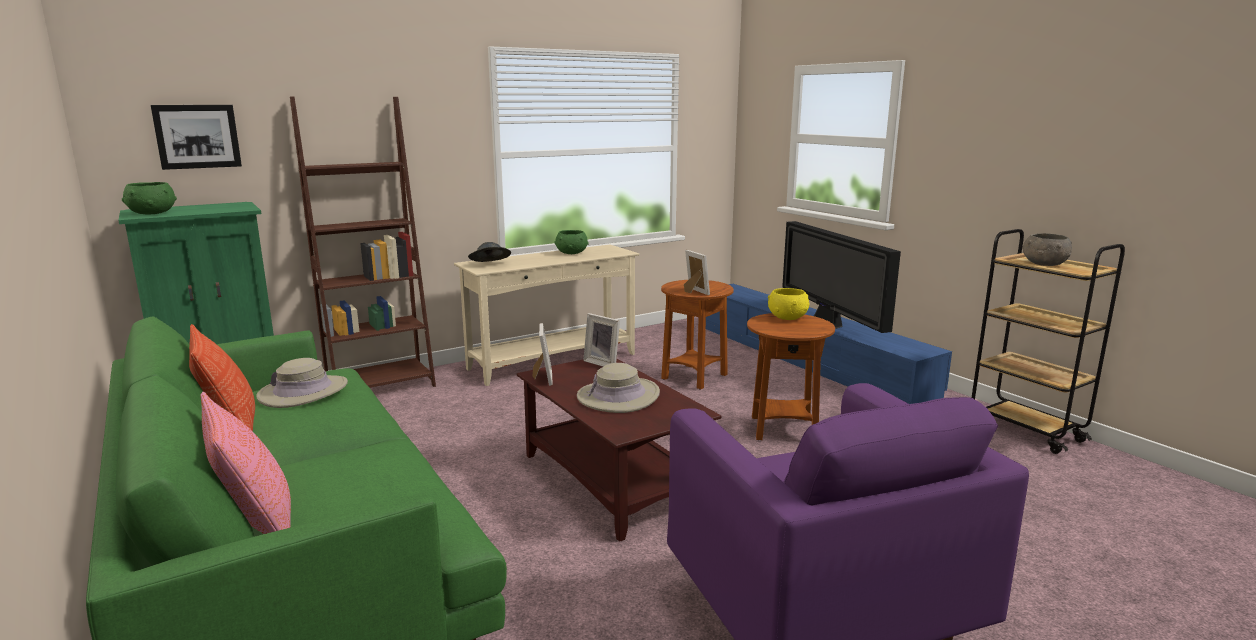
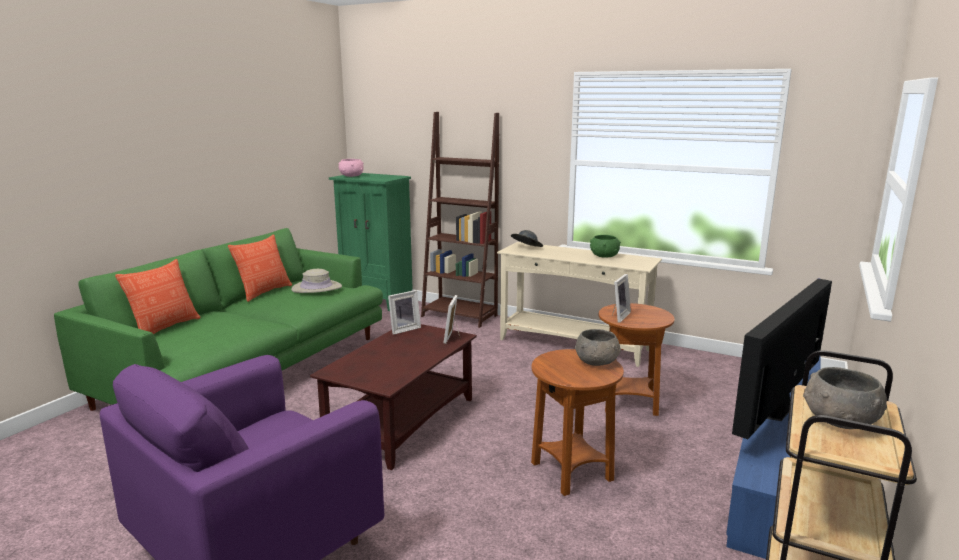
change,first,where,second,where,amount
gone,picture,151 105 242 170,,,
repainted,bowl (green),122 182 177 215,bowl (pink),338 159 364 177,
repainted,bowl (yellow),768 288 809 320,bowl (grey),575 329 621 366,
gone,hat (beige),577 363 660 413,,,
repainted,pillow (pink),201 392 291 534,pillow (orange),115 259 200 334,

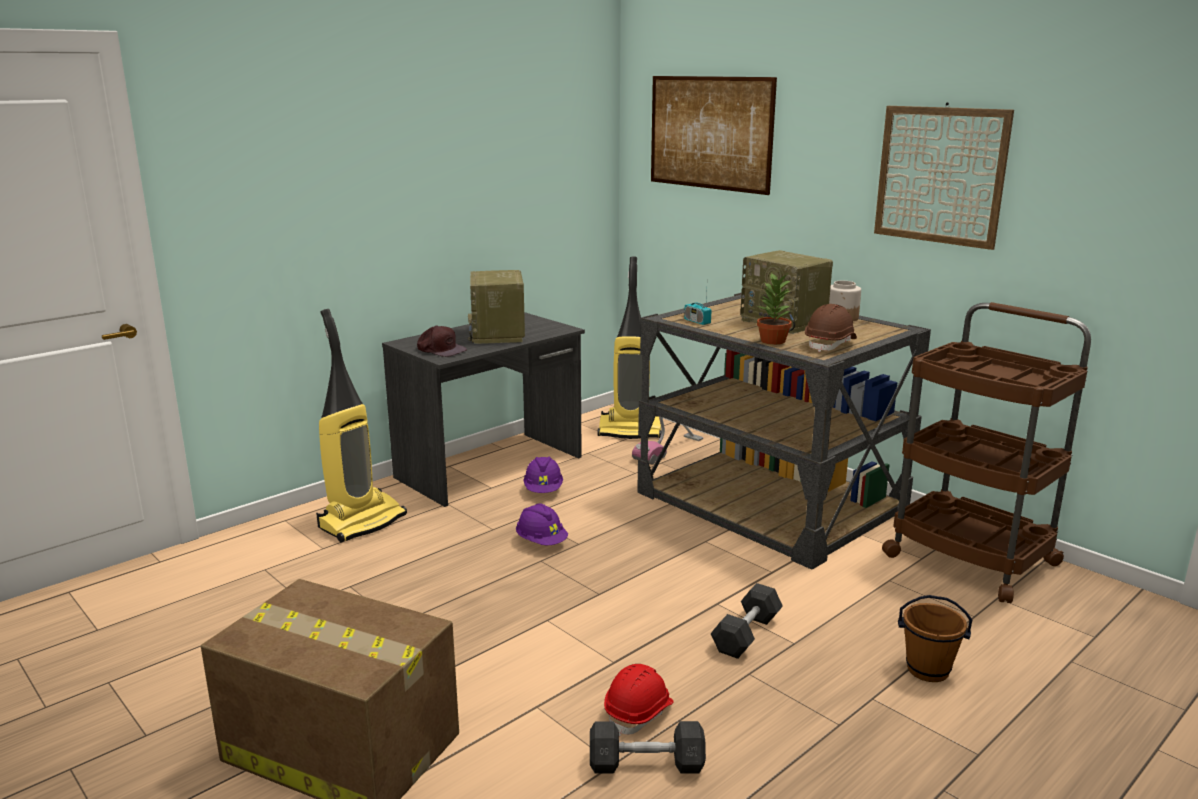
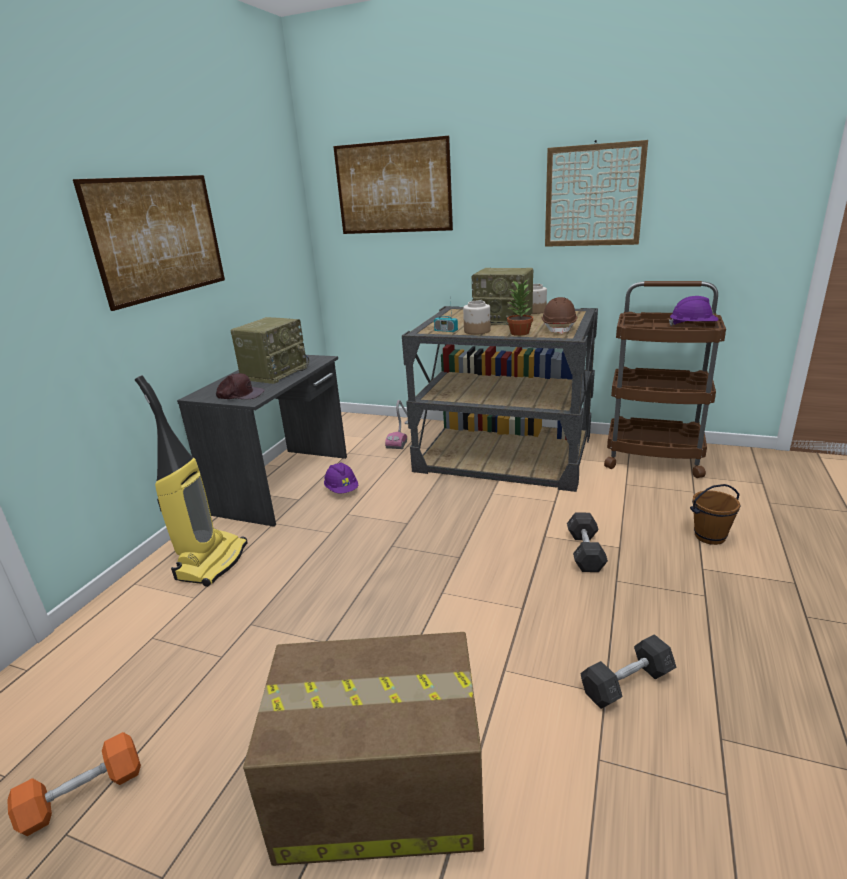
change,first,where,second,where,amount
gone,vacuum cleaner,597 256 662 439,,,
rotated,radio,468 270 525 344,,231 317 309 384,120 degrees counterclockwise
shifted,hard hat (purple),516 504 568 545,,669 296 719 326,
gone,hard hat (red),604 664 674 736,,,
new,,,picture,73 175 225 311,
new,,,jar,463 301 491 335,
new,,,dumbbell (orange),7 732 141 836,

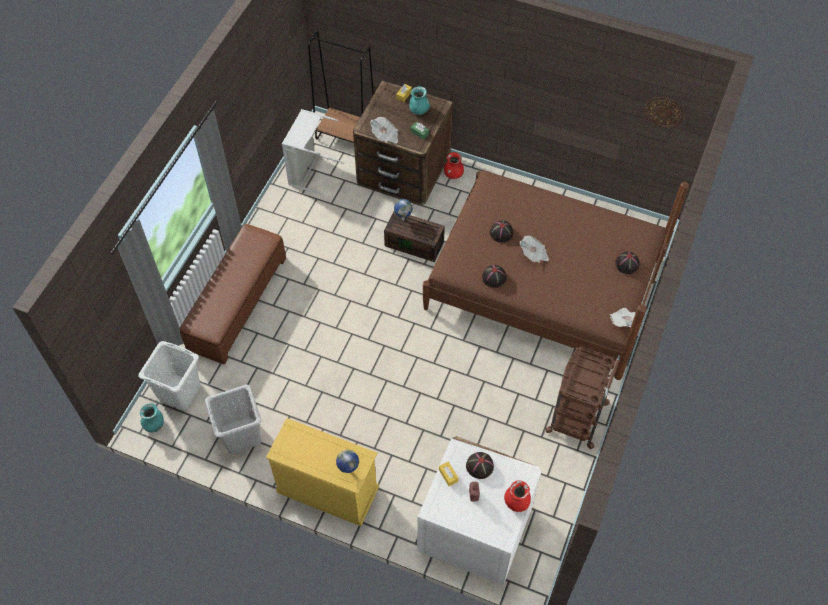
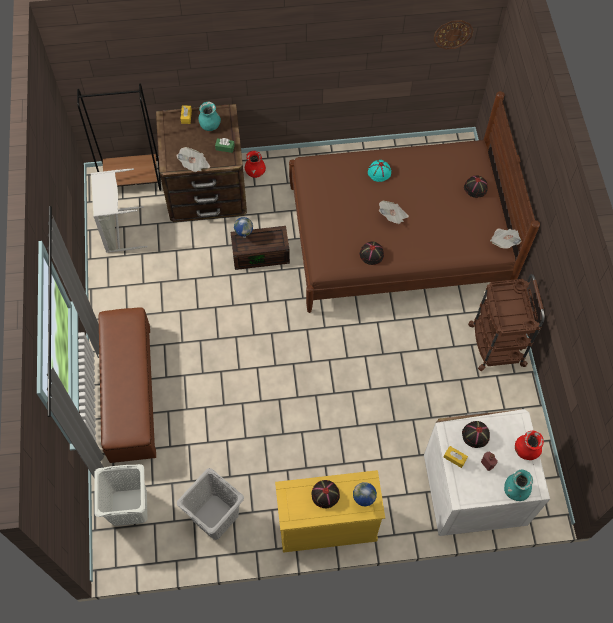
change,first,where,second,where,amount
shifted,hat (black),490 220 513 243,,312 480 340 508,
shifted,vase (turquoise),140 403 164 432,,504 469 533 501,
new,,,hat (turquoise),368 160 391 182,

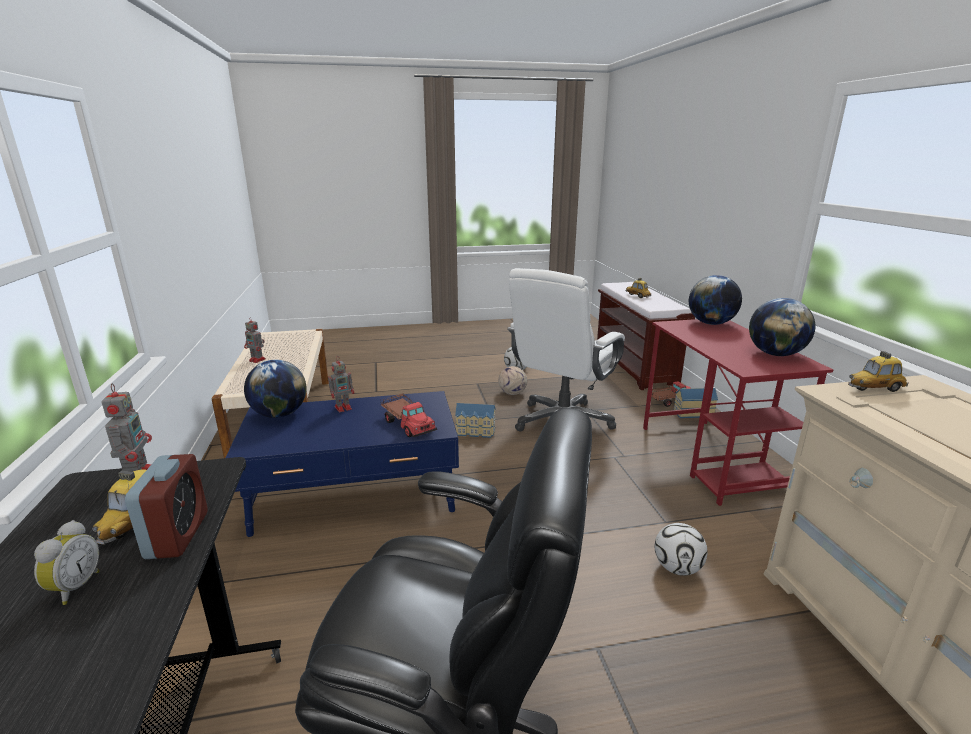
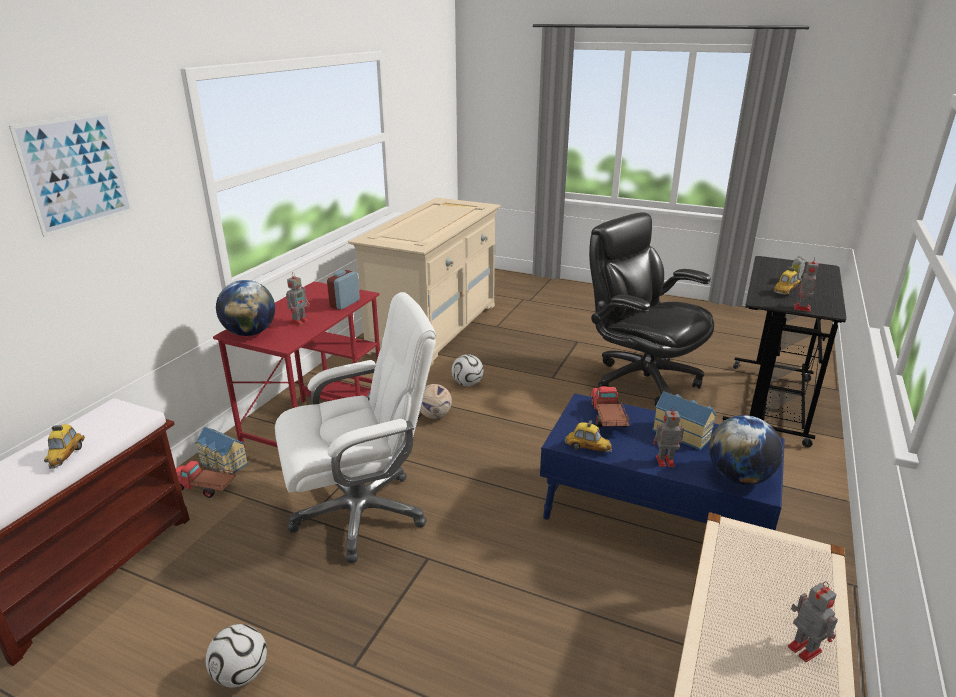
change,first,where,second,where,amount
gone,globe,749 298 816 356,,,
shifted,toy car,848 351 909 392,,565 420 612 453,
shifted,football,498 366 527 395,,420 384 452 419,
shifted,toy house,455 403 496 438,,652 391 716 450,
shifted,alarm clock,125 454 208 559,,327 270 360 310,
new,,,picture,9 111 133 237,
new,,,toy robot,286 272 310 326,

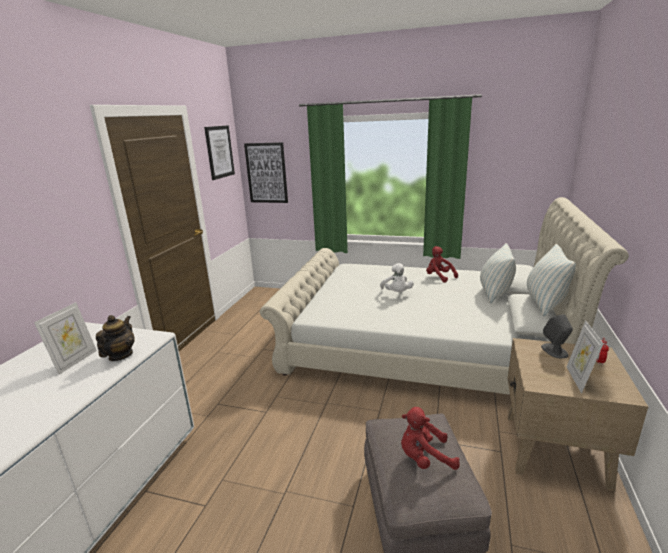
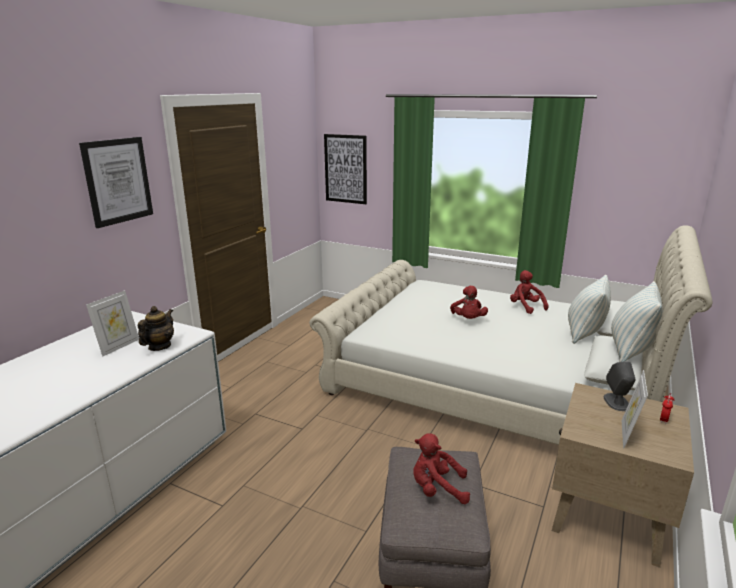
change,first,where,second,where,amount
shifted,picture,204 125 235 180,,79 137 153 228,
repainted,plush toy (white),380 263 414 292,plush toy (red),450 286 488 319,

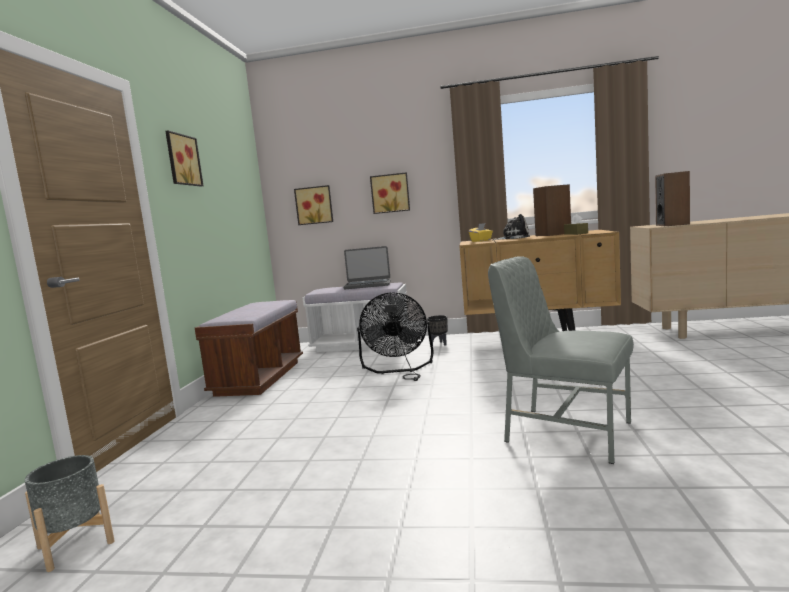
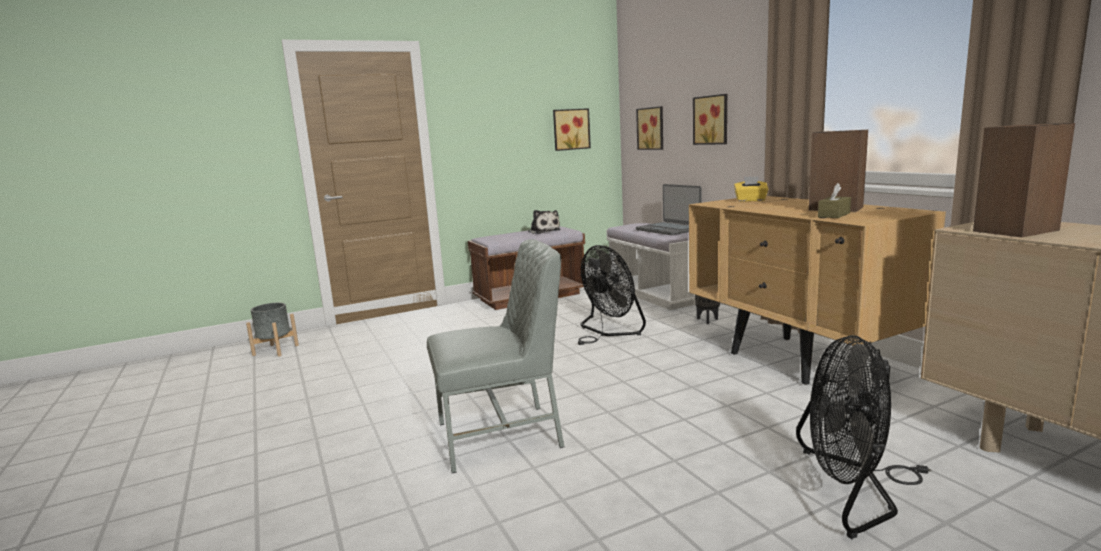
change,first,where,second,where,amount
shifted,picture,165 130 203 186,,553 108 591 151,
shifted,plush toy,493 214 530 240,,528 210 561 234,
rotated,chair (grey),488 256 634 464,,427 239 565 473,75 degrees clockwise
new,,,fan (black),796 335 932 539,

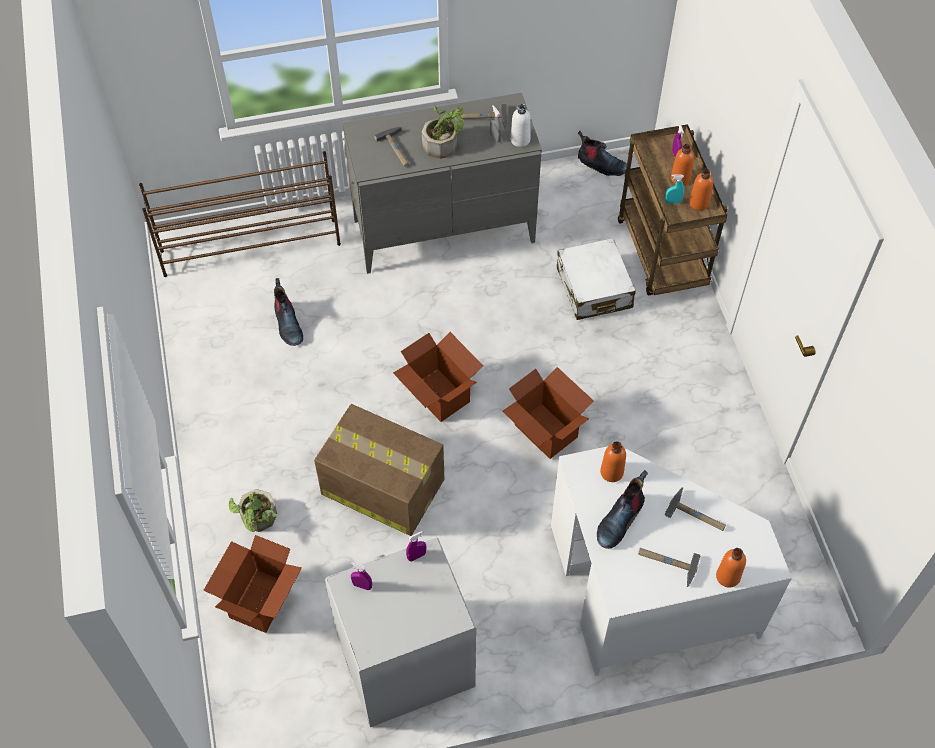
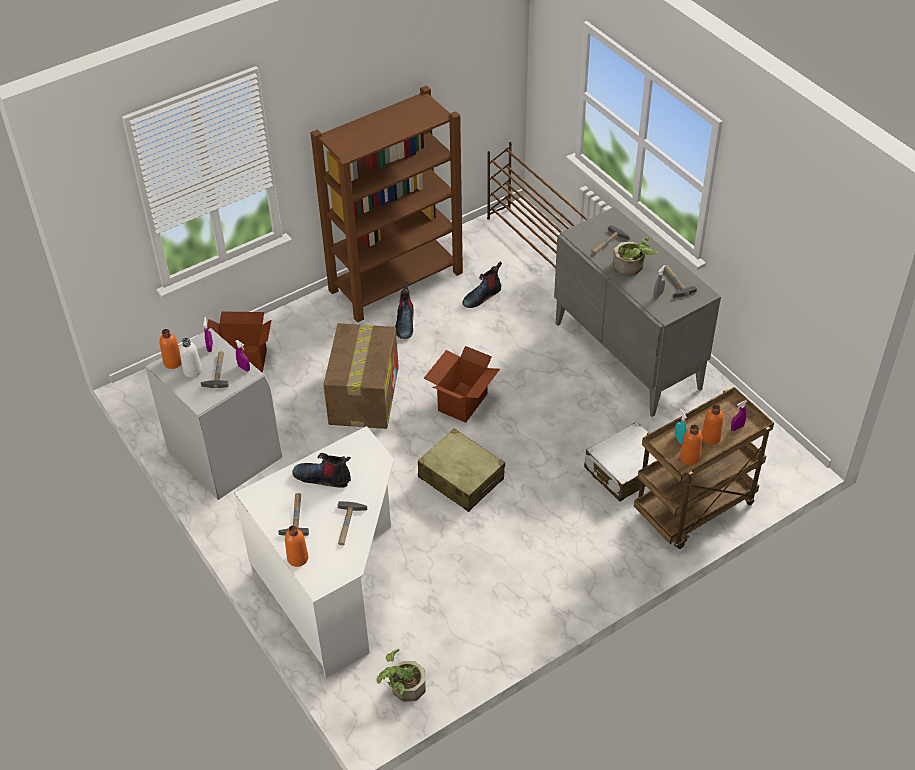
change,first,where,second,where,amount
shifted,bottle (white),510 104 531 147,,179 338 202 378,
shifted,boot,578 131 627 176,,395 282 414 339,
swapped,cardboard box,503 367 594 459,suitcase (beige),418 428 505 512,
shifted,bottle (orange),600 441 626 482,,159 329 182 369,
shifted,potted plant,229 489 277 532,,376 649 426 702,
new,,,bookcase (brown),311 85 463 322,
new,,,hammer,201 351 229 388,

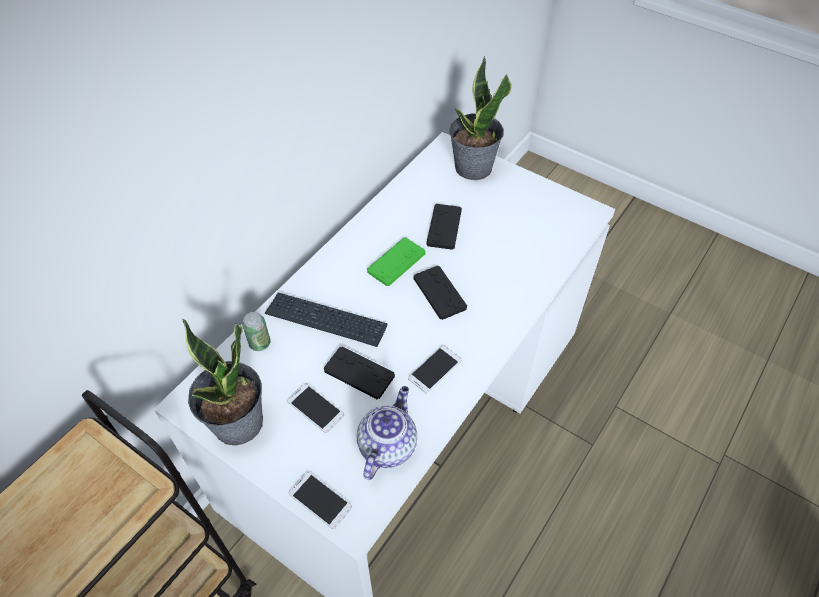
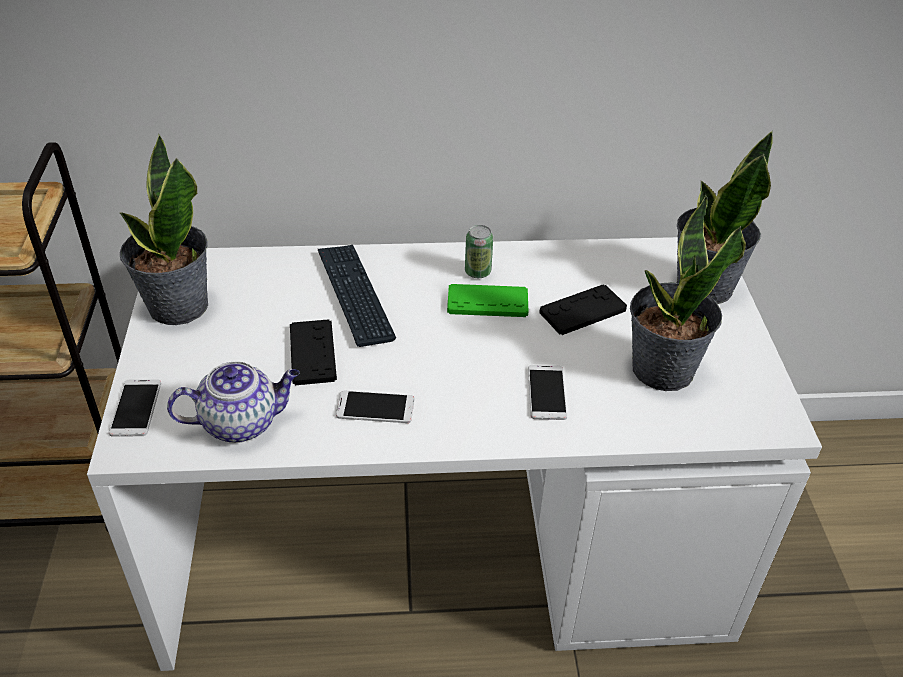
change,first,where,second,where,amount
gone,game controller (black),414 266 467 320,,,
shifted,can,242 312 271 351,,465 225 493 278,
shifted,phone,287 384 344 433,,528 365 568 420,
new,,,potted plant,630 194 746 391,

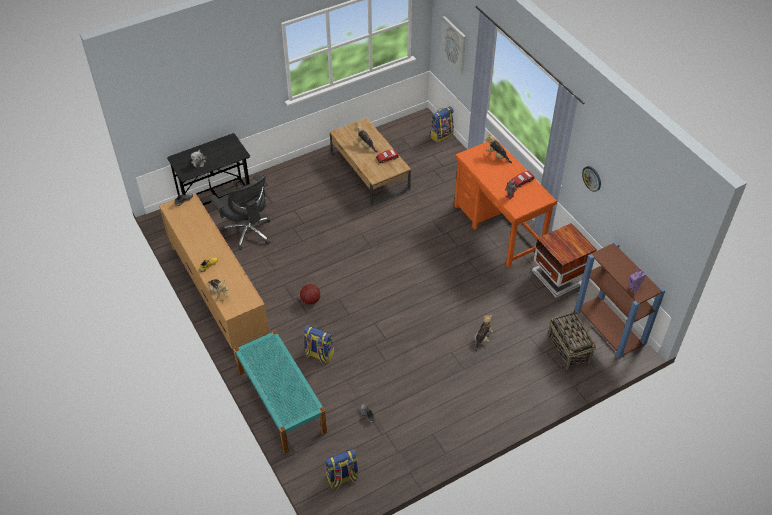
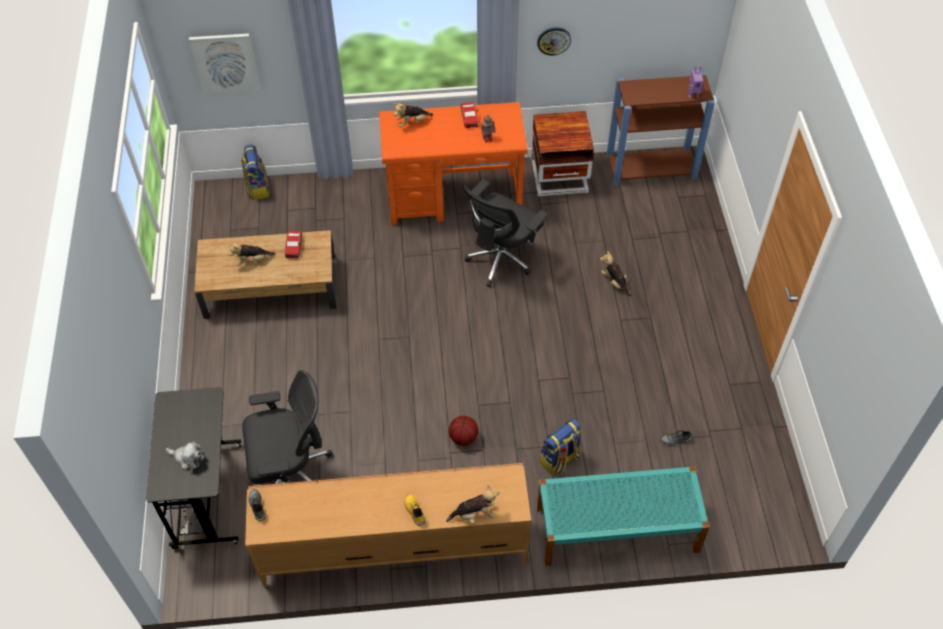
change,first,where,second,where,amount
gone,basket,548 310 596 370,,,
gone,backpack,325 449 359 489,,,
new,,,office chair,462 180 548 287,

